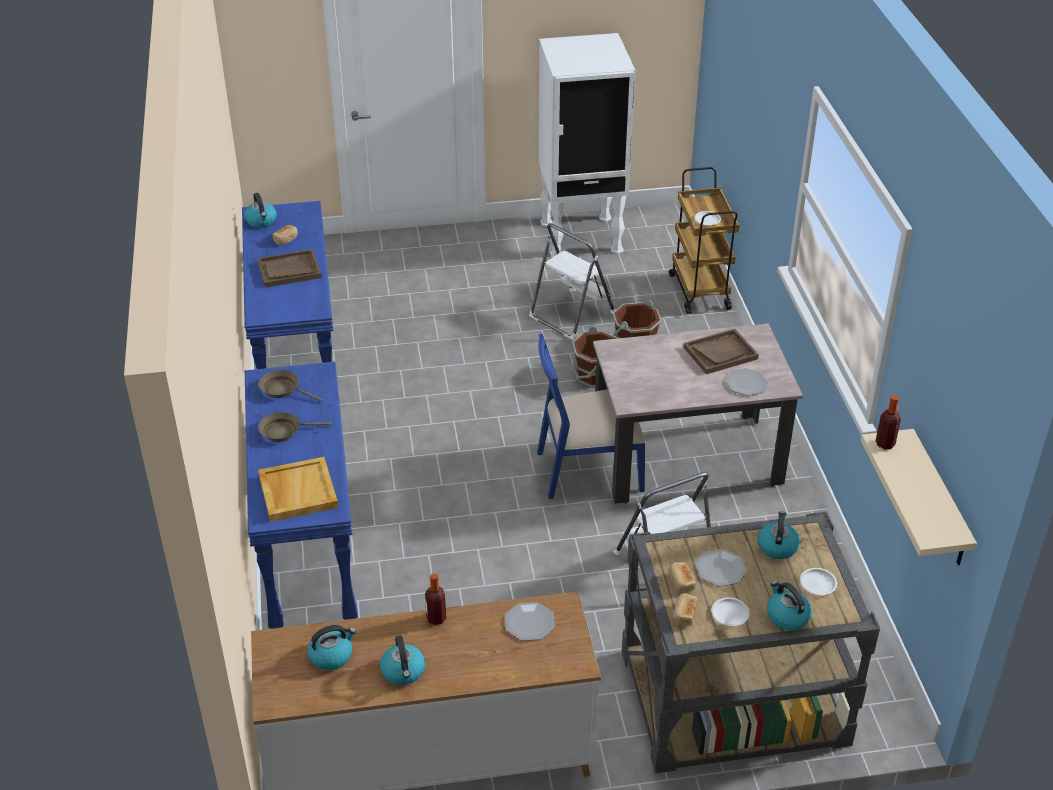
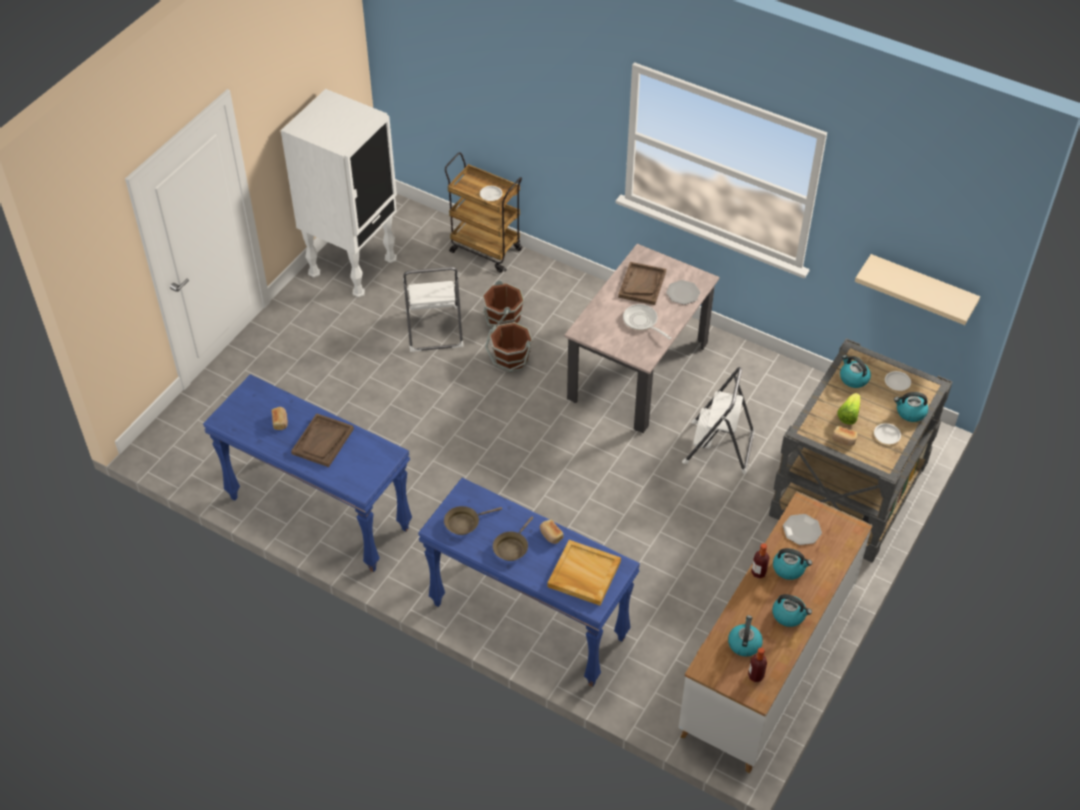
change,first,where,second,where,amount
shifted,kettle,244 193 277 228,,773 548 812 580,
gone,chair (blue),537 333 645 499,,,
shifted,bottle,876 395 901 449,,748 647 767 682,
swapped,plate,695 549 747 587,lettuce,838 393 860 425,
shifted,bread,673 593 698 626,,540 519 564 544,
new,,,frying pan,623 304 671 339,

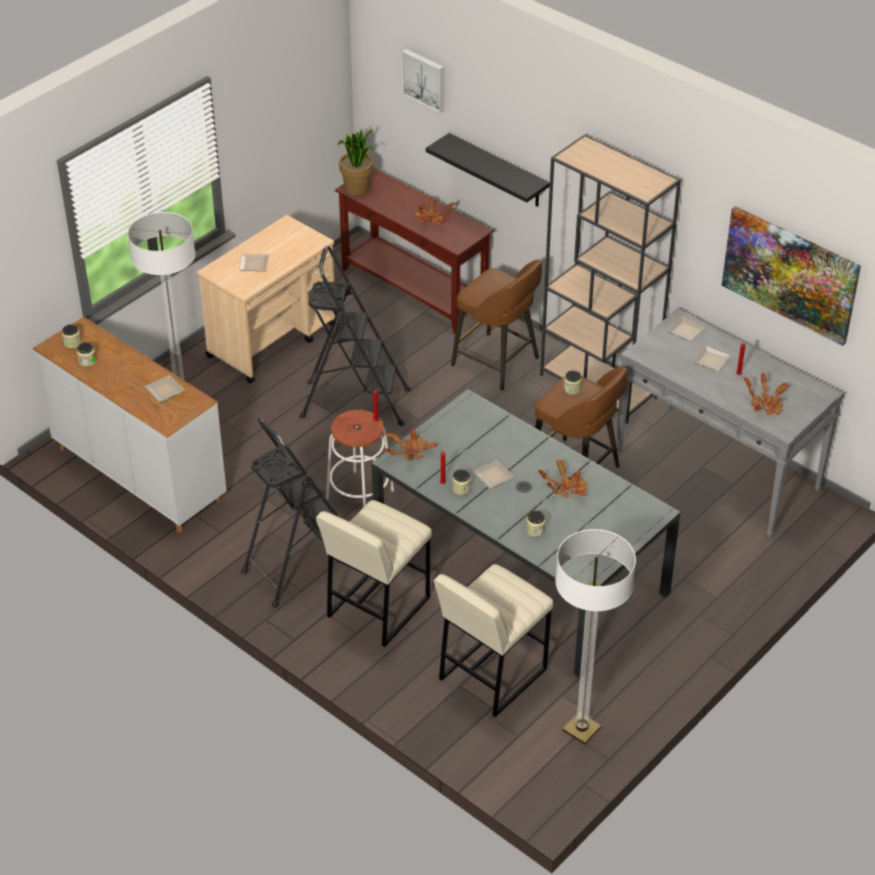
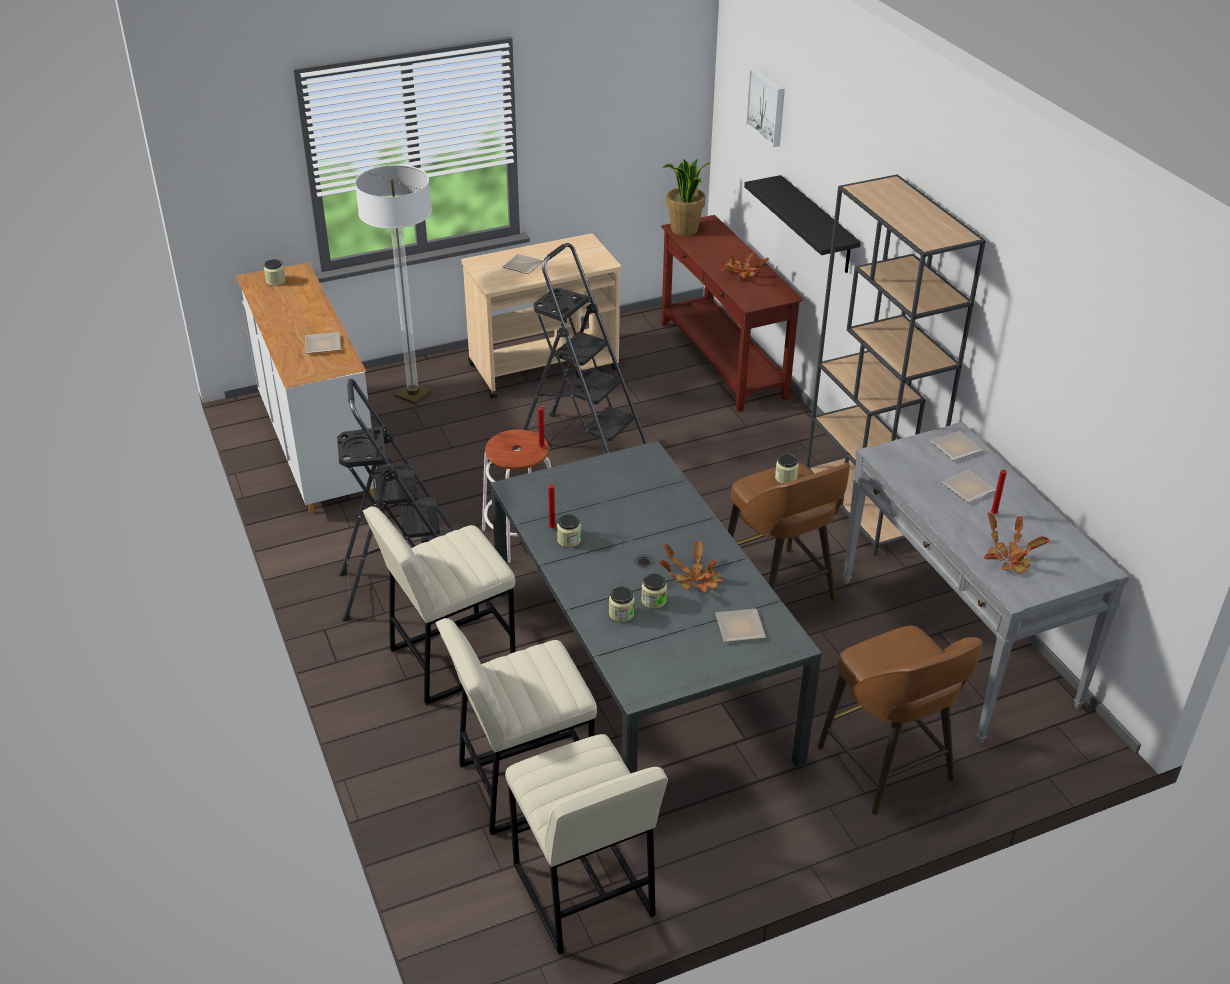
change,first,where,second,where,amount
gone,picture,722 206 861 346,,,
shifted,stool (brown),451 260 542 391,,817 626 982 815,
shifted,jar,77 342 96 367,,641 573 667 609,
gone,potted plant,386 430 437 460,,,
shifted,plate,473 460 514 489,,715 609 766 642,
swapped,floor lamp,555 529 636 744,chair (beige),505 734 668 954,

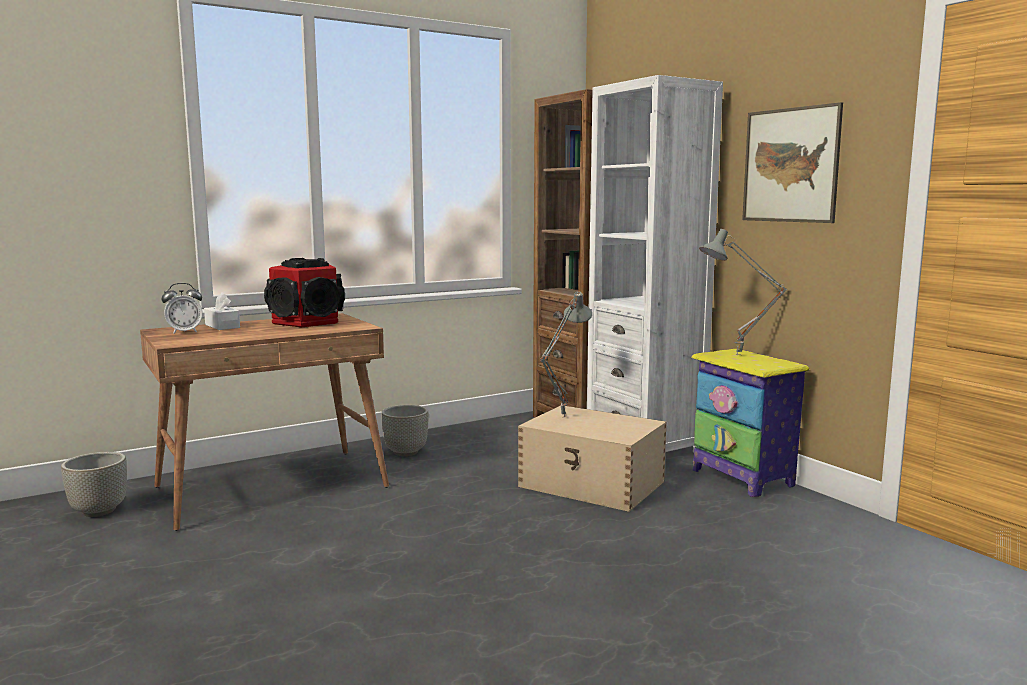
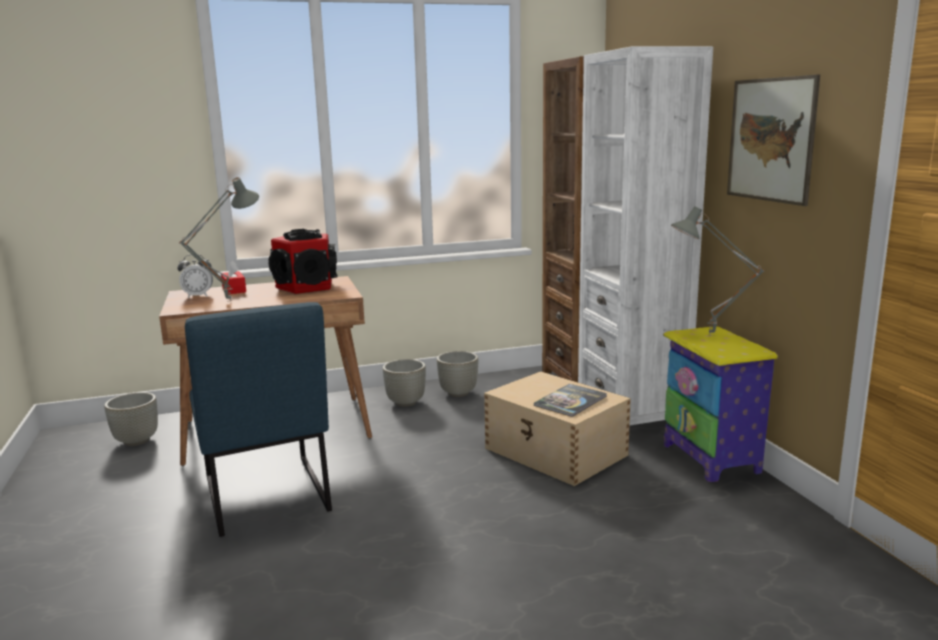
change,first,where,second,where,amount
shifted,table lamp (grey),540 291 592 418,,179 177 259 302,
repainted,tissue box (white),204 293 240 330,tissue box (red),221 261 246 294,
new,,,chair (blue),185 302 332 537,
new,,,planter (grey),437 351 478 397,
new,,,book,534 384 607 417,

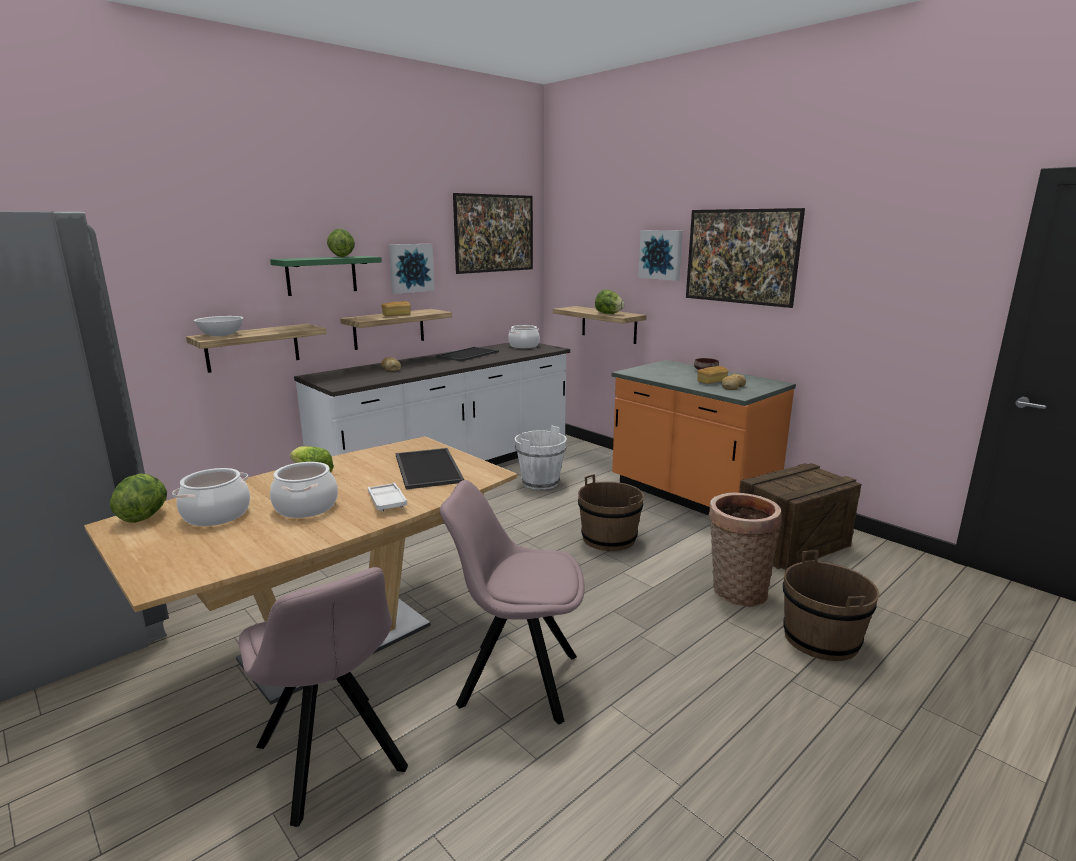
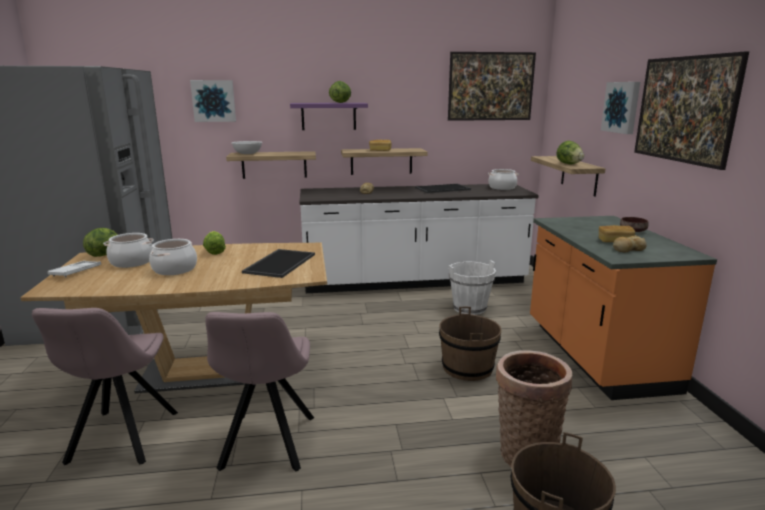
change,first,where,second,where,amount
shifted,picture,389 244 435 294,,190 80 236 122,
repainted,shelf (green),270 256 382 296,shelf (purple),290 103 368 130,
gone,crate,739 463 862 570,,,
rotated,chair (pink),440 480 585 725,,205 312 314 471,135 degrees counterclockwise
shifted,tray (white),368 483 407 512,,47 260 101 277,

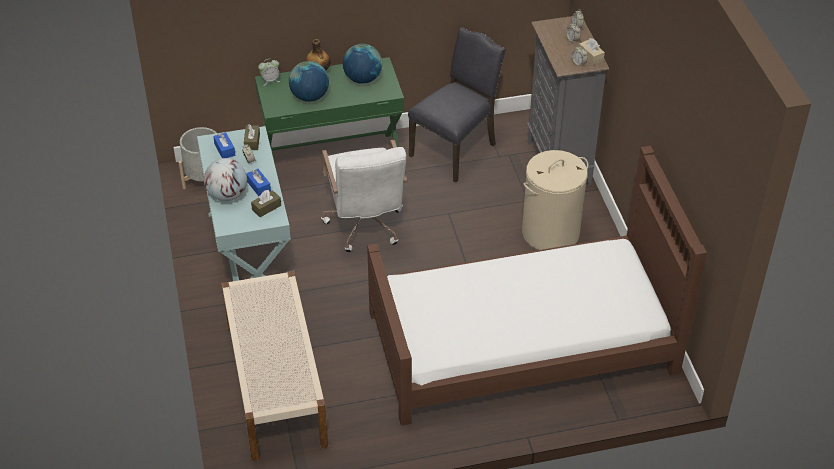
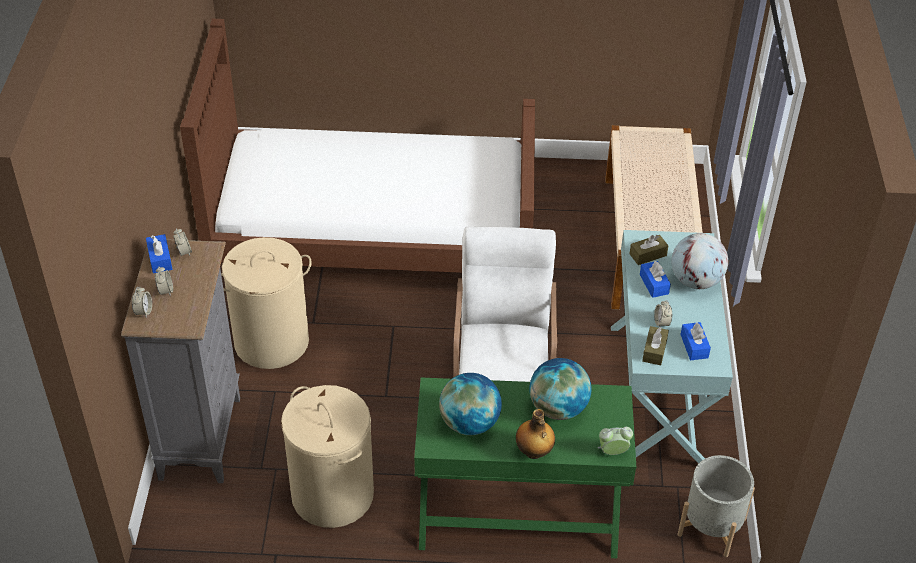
change,first,where,second,where,amount
swapped,chair (grey),408 27 506 183,laundry basket (beige),281 385 374 528,
repainted,tissue box (beige),579 38 605 65,tissue box (blue),146 234 172 273,

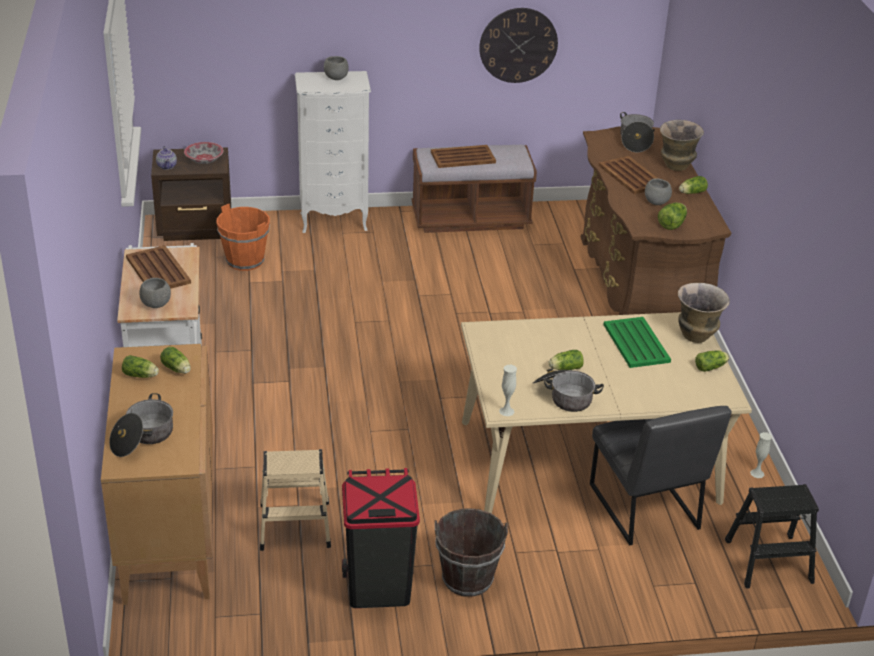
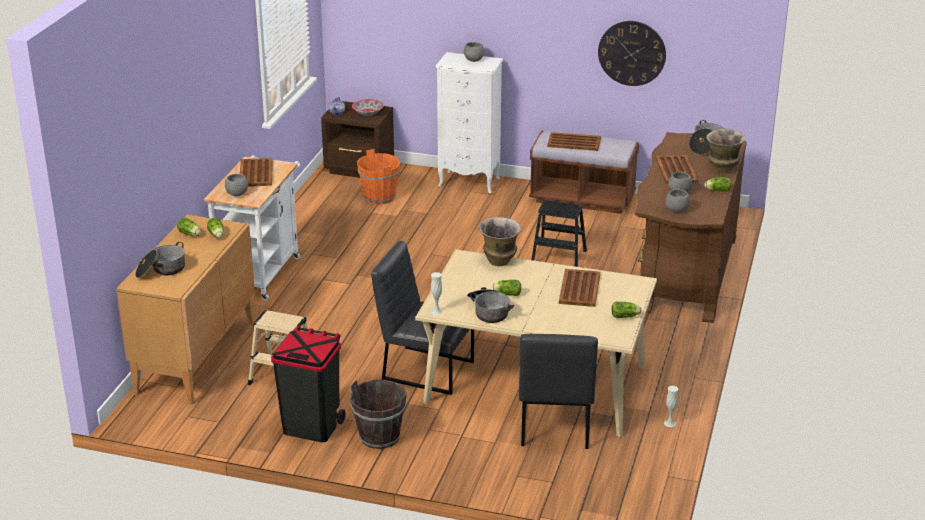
change,first,where,second,where,amount
swapped,lettuce,658 202 687 230,bowl (grey),666 189 690 213,
shifted,vase,678 283 730 343,,479 217 521 266,
repainted,tray (green),604 317 671 368,tray (brown),559 269 600 307,
shifted,step ladder (black),725 484 819 588,,531 200 587 267,
new,,,chair (grey),371 241 474 395,

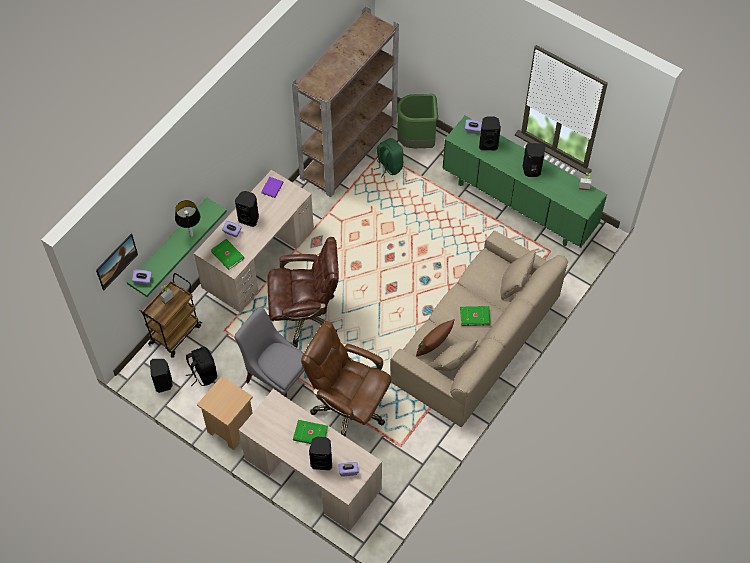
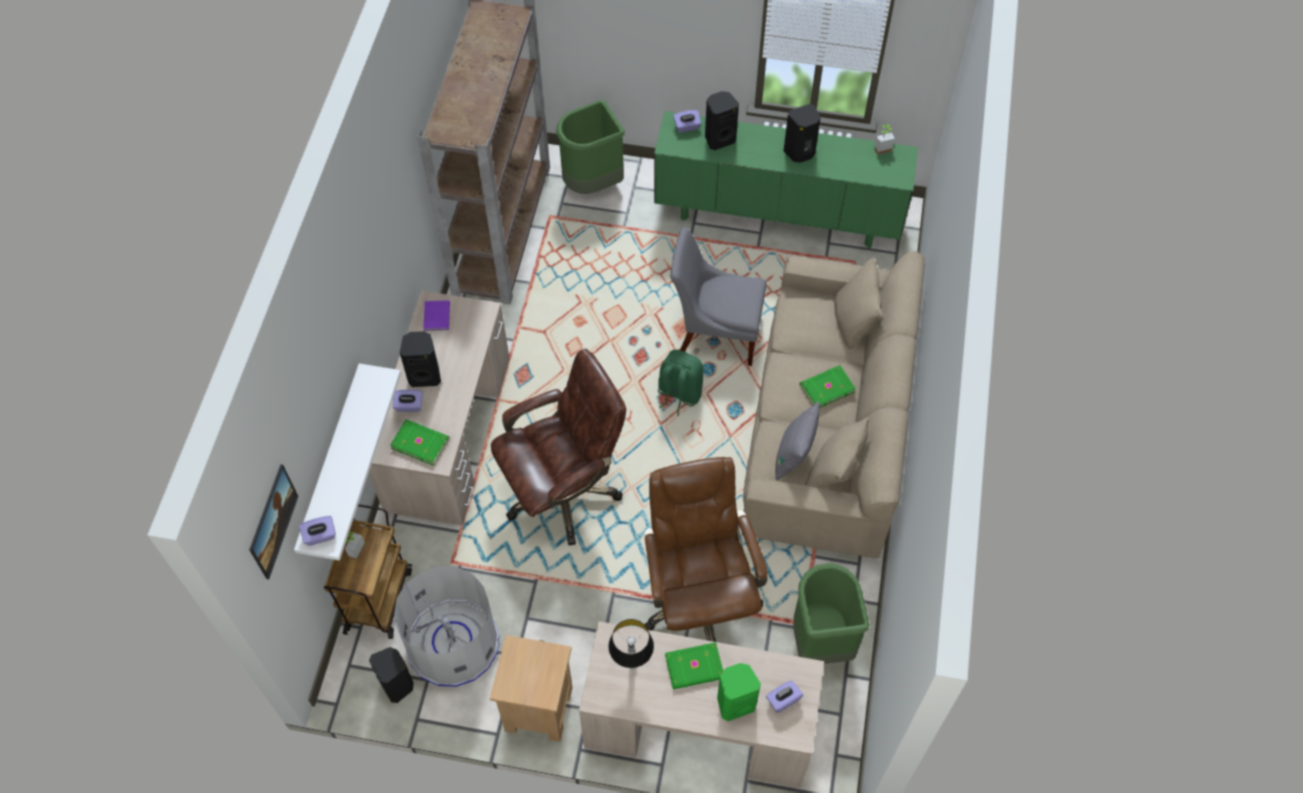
change,first,where,second,where,amount
shifted,backpack (green),374 138 404 177,,658 350 704 416,
repainted,shelf (green),127 198 227 297,shelf (white),294 363 401 561,
shifted,table lamp,175 200 200 237,,608 619 654 670,
shifted,chair (grey),235 307 304 398,,670 228 767 366,
repainted,pillow (brown),416 319 455 357,pillow (grey),775 401 820 481,
rotated,office chair (brown),301 321 391 437,,644 457 768 642,75 degrees clockwise
swapped,backpack (black),186 347 217 386,trash can (grey),394 566 499 687,
repainted,speaker (black),309 437 332 470,speaker (green),717 663 761 721,
new,,,trash can (green),793 563 869 664,

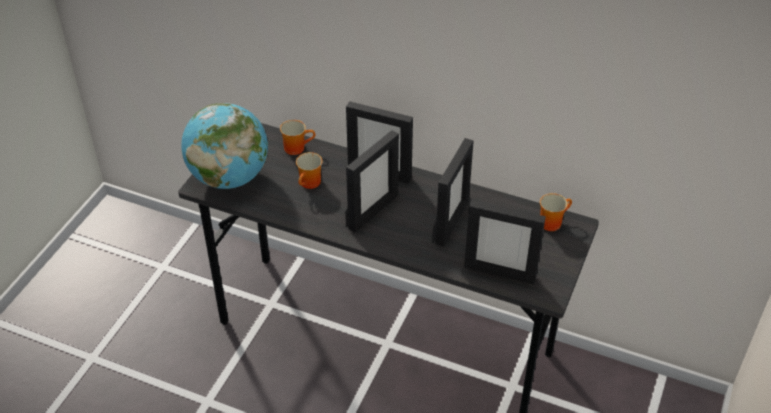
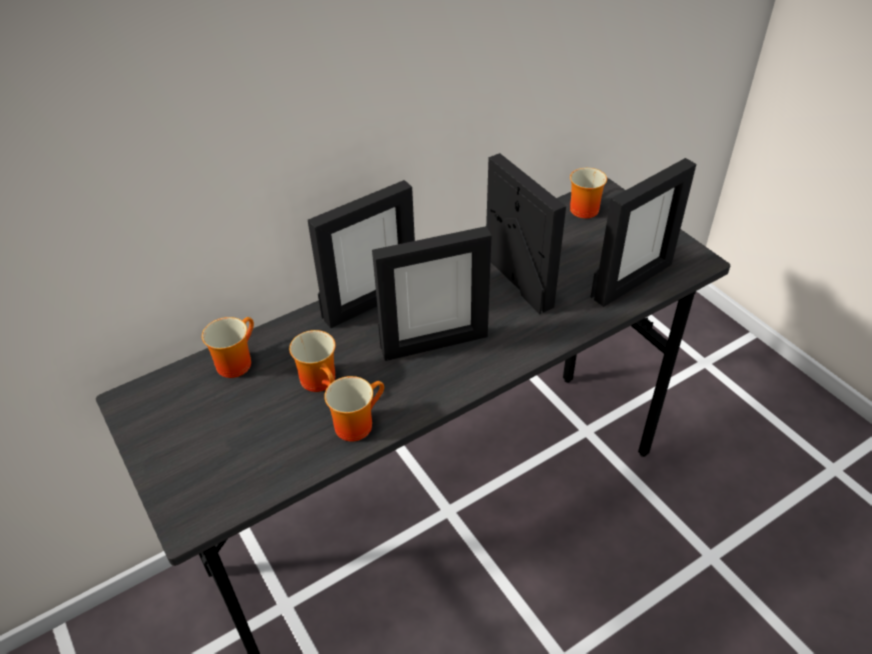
change,first,where,second,where,amount
gone,globe,181 103 268 189,,,
rotated,picture frame,345 130 399 233,,372 226 492 361,90 degrees clockwise
new,,,mug,324 376 384 441,

